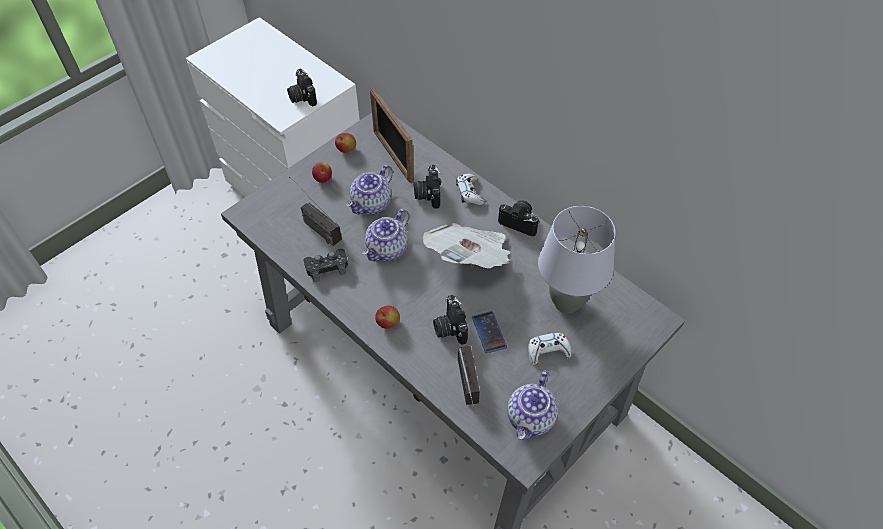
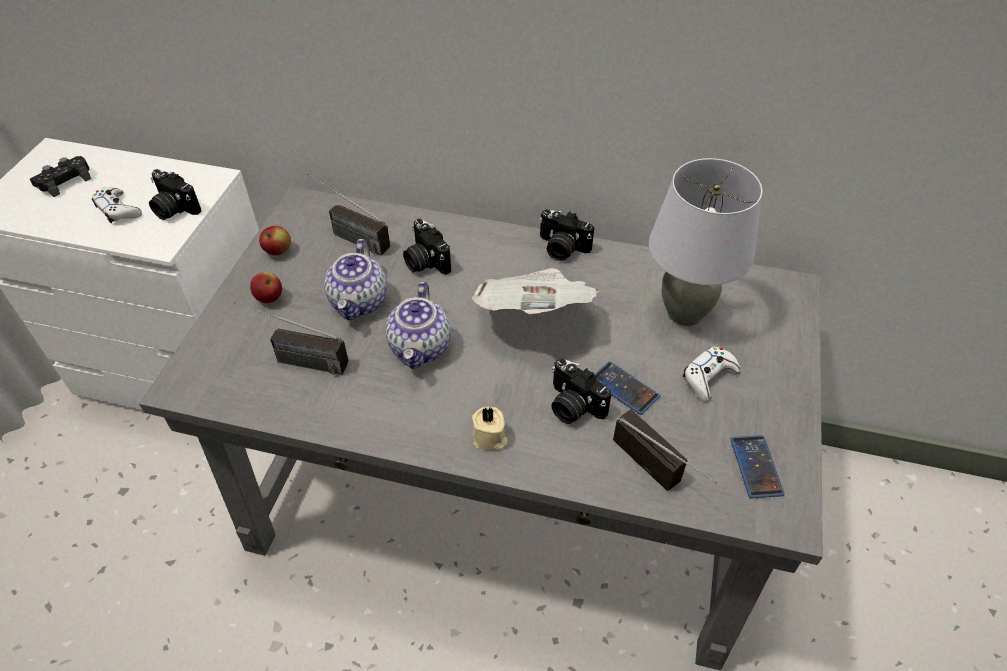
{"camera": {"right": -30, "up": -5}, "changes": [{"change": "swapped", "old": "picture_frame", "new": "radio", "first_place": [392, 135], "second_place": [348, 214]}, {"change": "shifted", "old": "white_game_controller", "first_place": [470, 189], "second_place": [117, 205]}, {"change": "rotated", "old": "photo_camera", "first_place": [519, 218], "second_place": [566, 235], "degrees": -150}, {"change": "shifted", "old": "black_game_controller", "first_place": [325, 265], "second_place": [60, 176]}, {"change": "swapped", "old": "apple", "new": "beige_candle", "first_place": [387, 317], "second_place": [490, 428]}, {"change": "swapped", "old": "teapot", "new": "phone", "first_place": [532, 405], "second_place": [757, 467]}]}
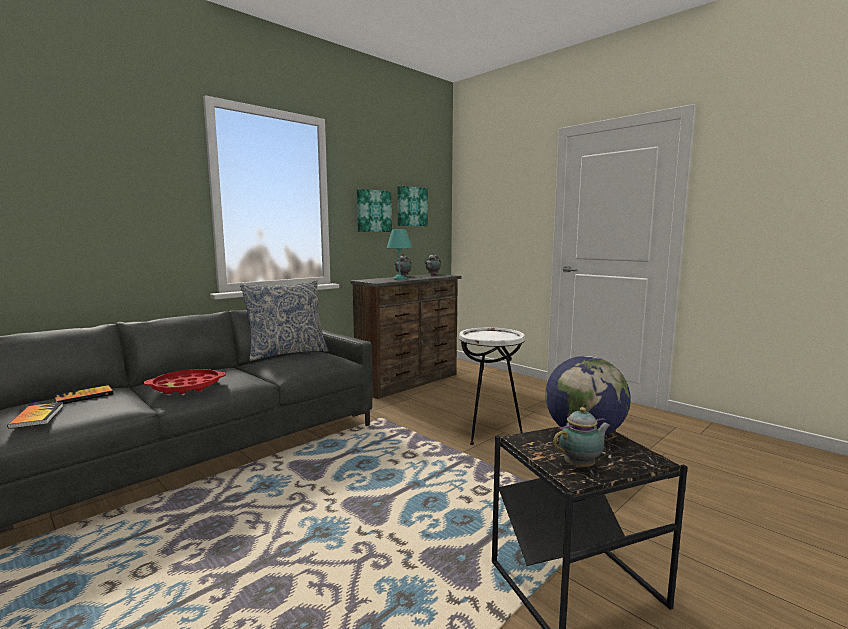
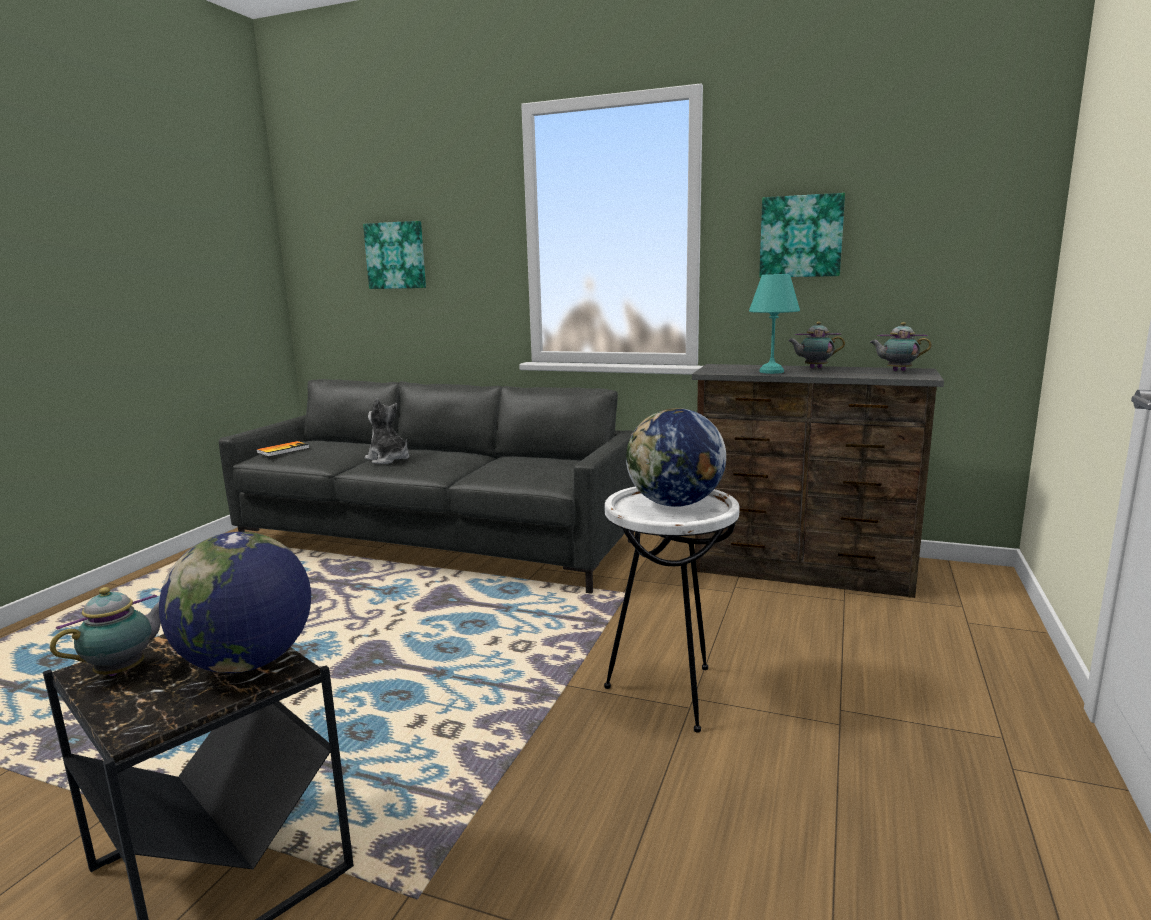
{"camera": {"right": 65, "up": 5}, "changes": [{"change": "shifted", "old": "picture", "first_place": [412, 206], "second_place": [394, 255]}, {"change": "gone", "old": "pillow", "first_place": [284, 320]}, {"change": "swapped", "old": "red_tray", "new": "plush_toy", "first_place": [185, 381], "second_place": [387, 431]}, {"change": "gone", "old": "book", "first_place": [83, 394]}, {"change": "rotated", "old": "teapot", "first_place": [582, 437], "second_place": [105, 631], "degrees": -90}, {"change": "new", "new": "globe", "second_place": [676, 457]}]}
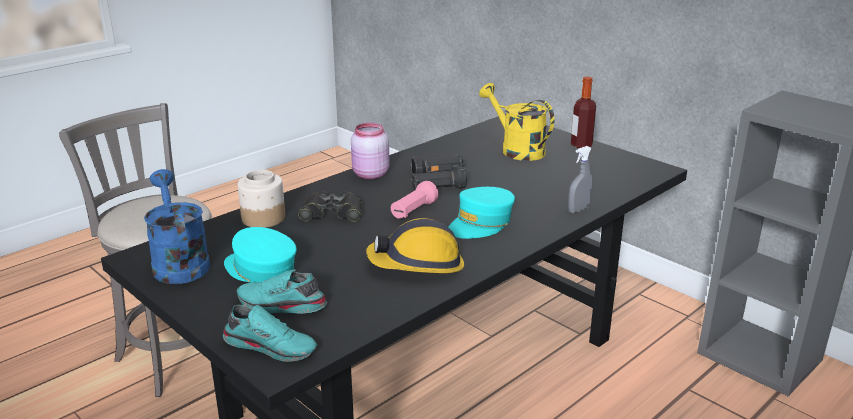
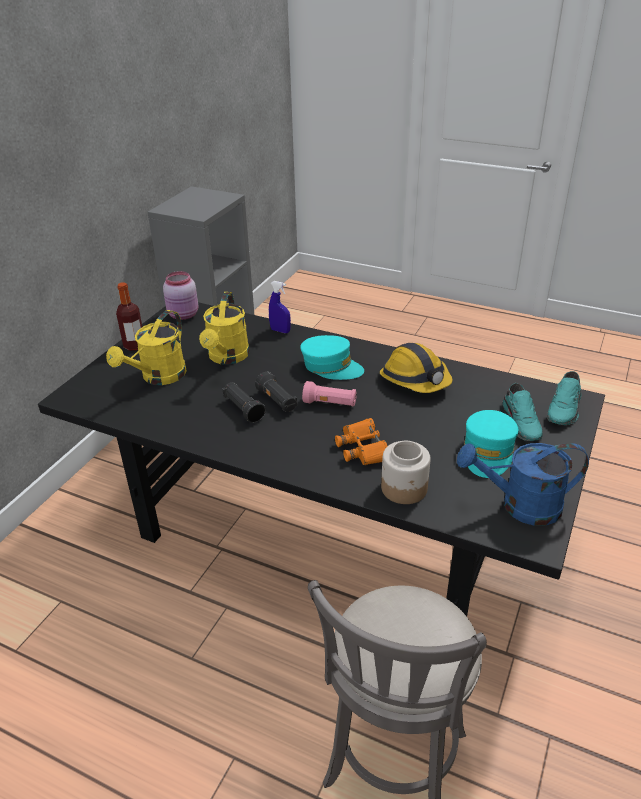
{"camera": {"right": -110, "up": 10}, "changes": [{"change": "shifted", "old": "pink_jar", "first_place": [370, 151], "second_place": [180, 295]}, {"change": "repainted", "old": "grey_spray_bottle", "new": "blue_spray_bottle", "first_place": [580, 179], "second_place": [280, 307]}, {"change": "rotated", "old": "blue_watering_can", "first_place": [177, 226], "second_place": [523, 484], "degrees": 45}, {"change": "repainted", "old": "black_binoculars", "new": "orange_binoculars", "first_place": [330, 206], "second_place": [361, 441]}, {"change": "rotated", "old": "turquoise_shoe", "first_place": [270, 333], "second_place": [564, 398], "degrees": -150}, {"change": "new", "new": "yellow_watering_can", "second_place": [224, 328]}]}
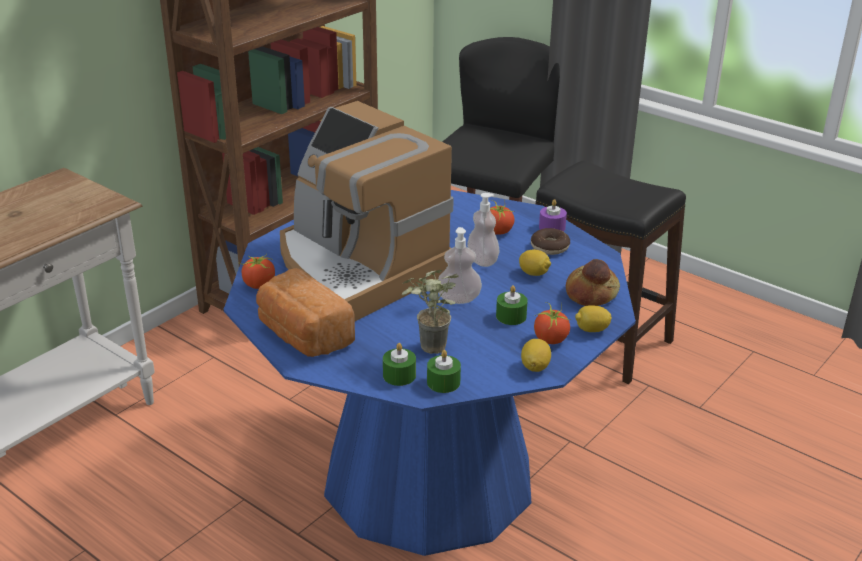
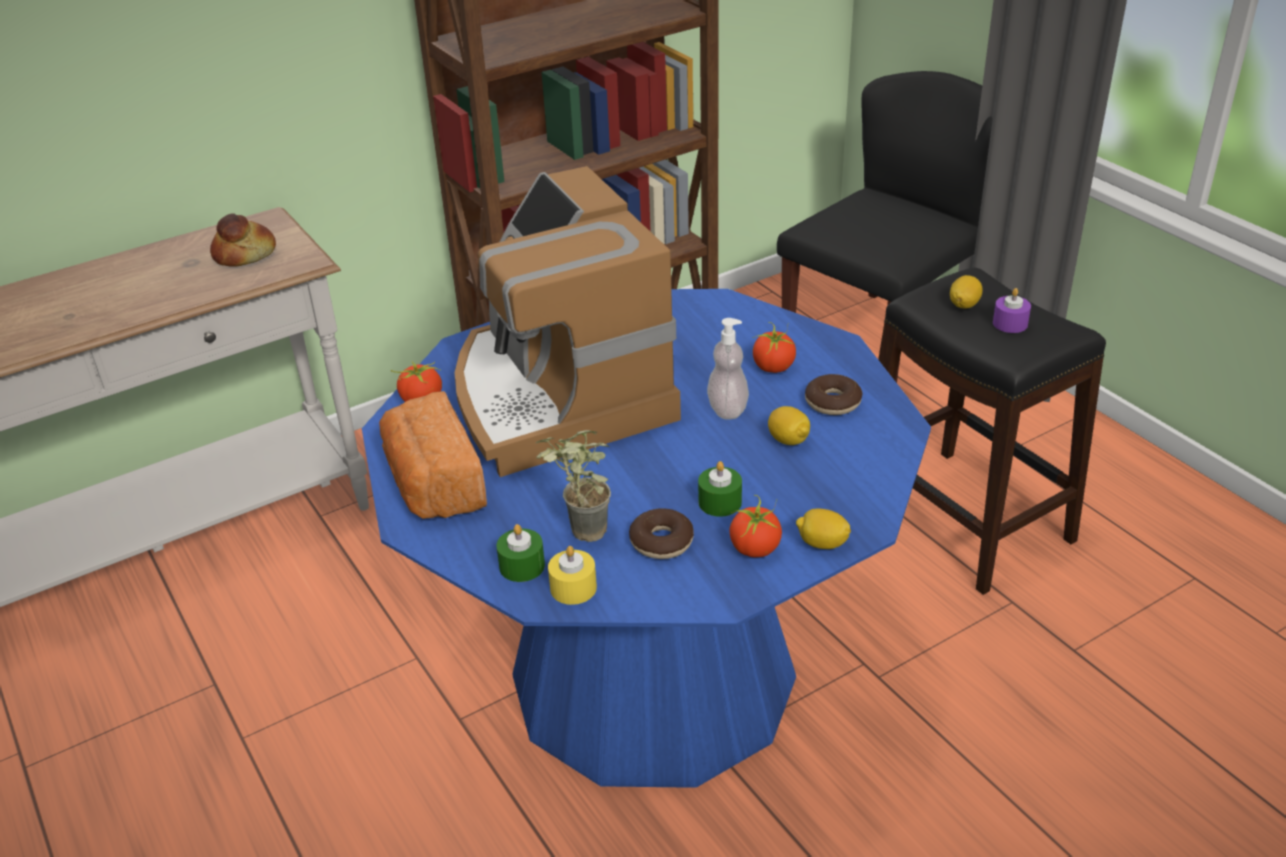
{"camera": {"right": 20, "up": 5}, "changes": [{"change": "shifted", "old": "purple_candle", "first_place": [553, 215], "second_place": [1012, 310]}, {"change": "gone", "old": "soap_dispenser", "first_place": [460, 265]}, {"change": "shifted", "old": "bread", "first_place": [593, 282], "second_place": [243, 239]}, {"change": "shifted", "old": "lemon", "first_place": [536, 355], "second_place": [966, 292]}, {"change": "repainted", "old": "green_candle", "new": "yellow_candle", "first_place": [444, 371], "second_place": [572, 575]}, {"change": "new", "new": "donut", "second_place": [661, 533]}]}
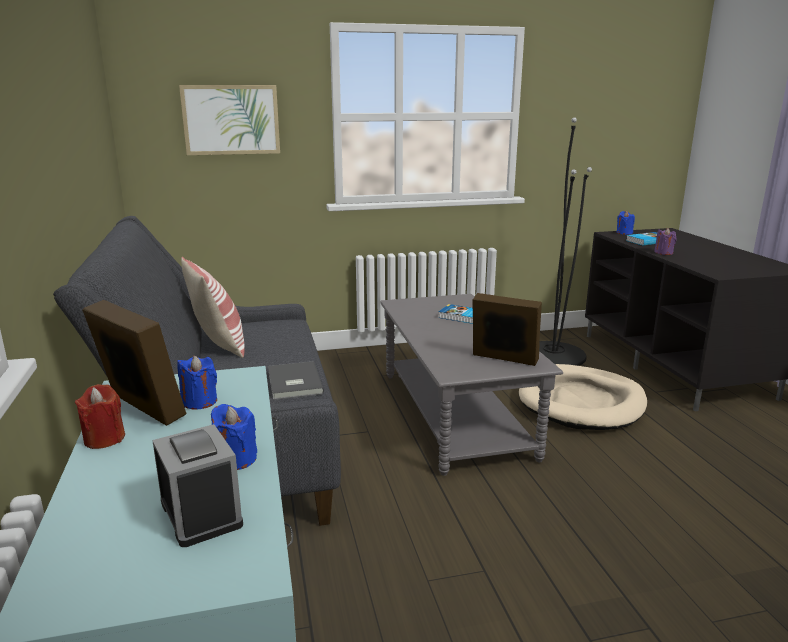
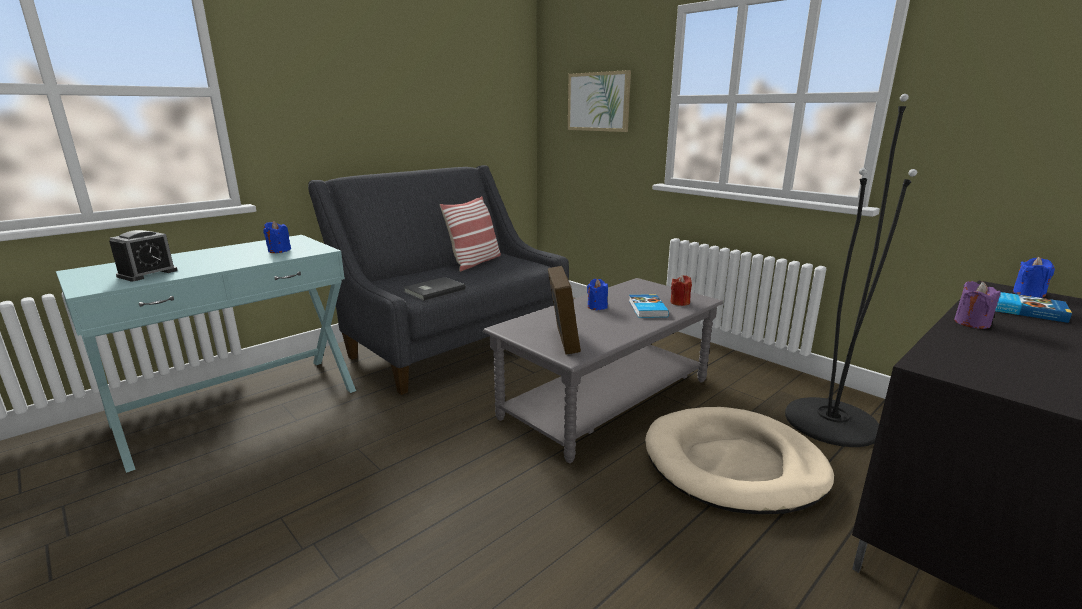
{"camera": {"right": 60, "up": 0}, "changes": [{"change": "gone", "old": "picture_frame", "first_place": [134, 363]}, {"change": "shifted", "old": "red_candle", "first_place": [100, 416], "second_place": [681, 290]}, {"change": "shifted", "old": "blue_candle", "first_place": [234, 437], "second_place": [597, 294]}]}
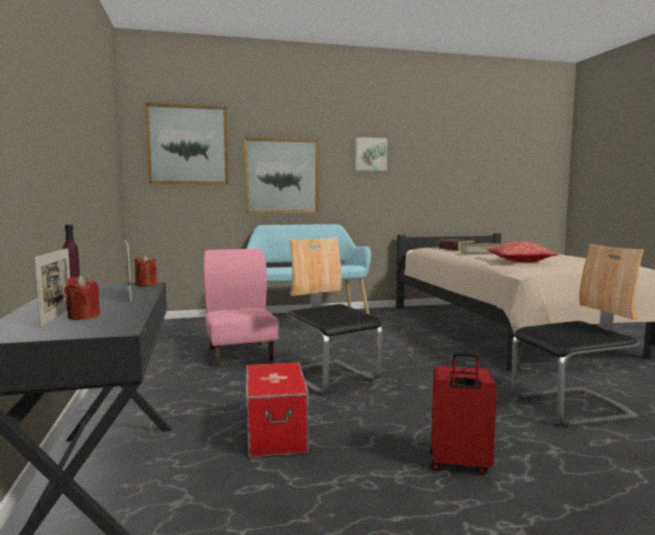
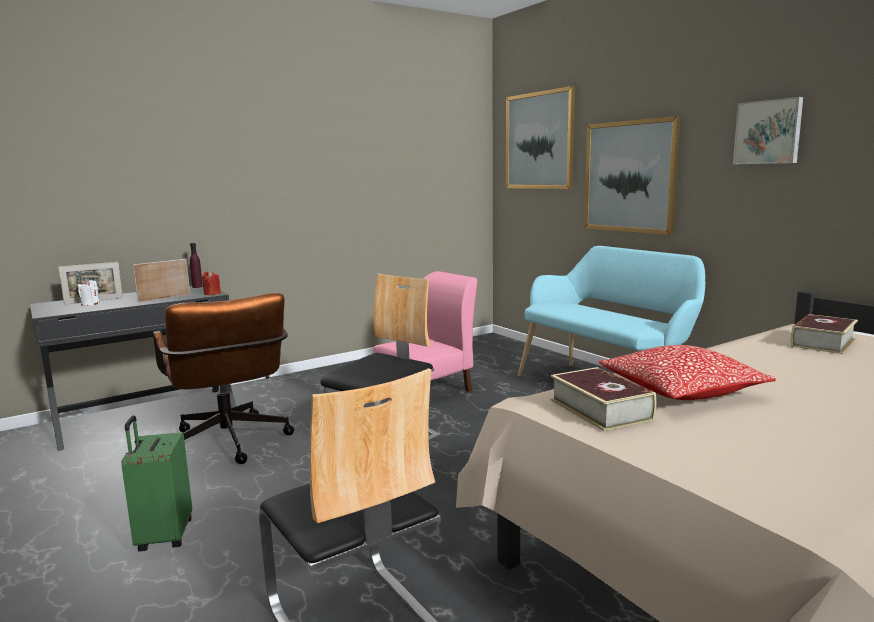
{"camera": {"right": 70, "up": 5}, "changes": [{"change": "shifted", "old": "book", "first_place": [480, 248], "second_place": [603, 399]}, {"change": "repainted", "old": "red_candle", "new": "white_candle", "first_place": [82, 297], "second_place": [89, 293]}, {"change": "repainted", "old": "red_suitcase", "new": "green_suitcase", "first_place": [463, 413], "second_place": [156, 483]}, {"change": "swapped", "old": "storage_box", "new": "brown_office_chair", "first_place": [277, 410], "second_place": [224, 378]}]}
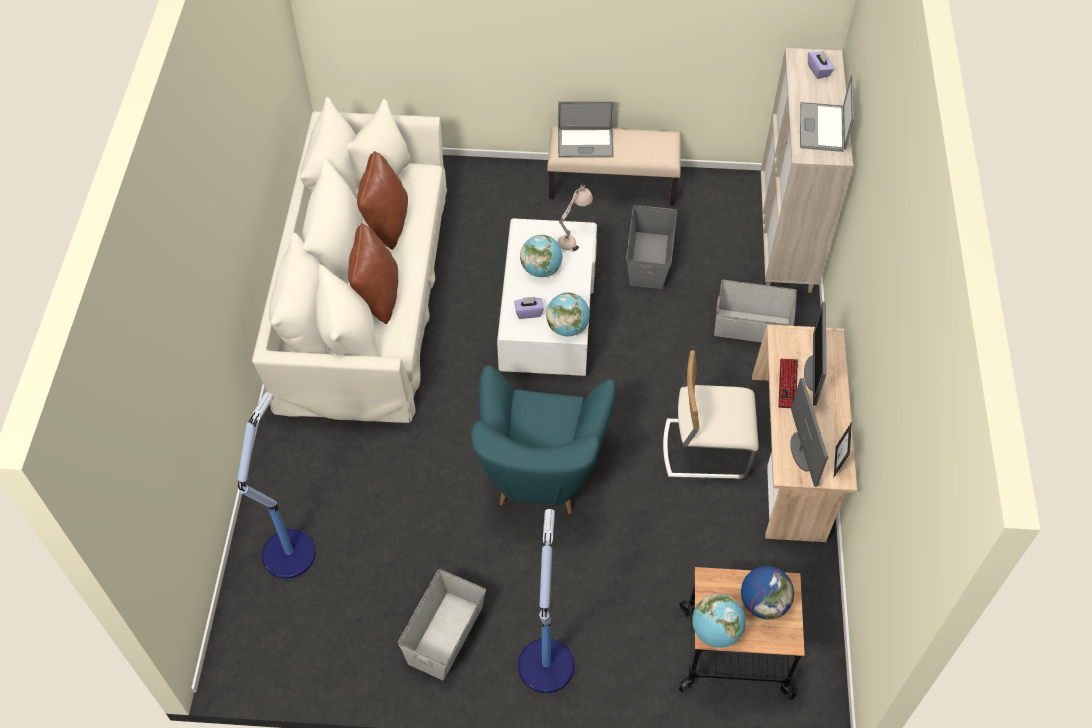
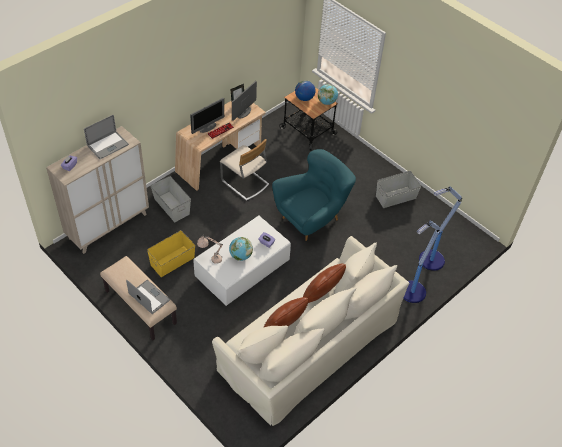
{"camera": {"right": -140, "up": -5}, "changes": [{"change": "repainted", "old": "grey_storage_box", "new": "yellow_storage_box", "first_place": [651, 247], "second_place": [171, 253]}, {"change": "gone", "old": "globe", "first_place": [568, 314]}, {"change": "shifted", "old": "floor_lamp", "first_place": [546, 601], "second_place": [421, 261]}]}
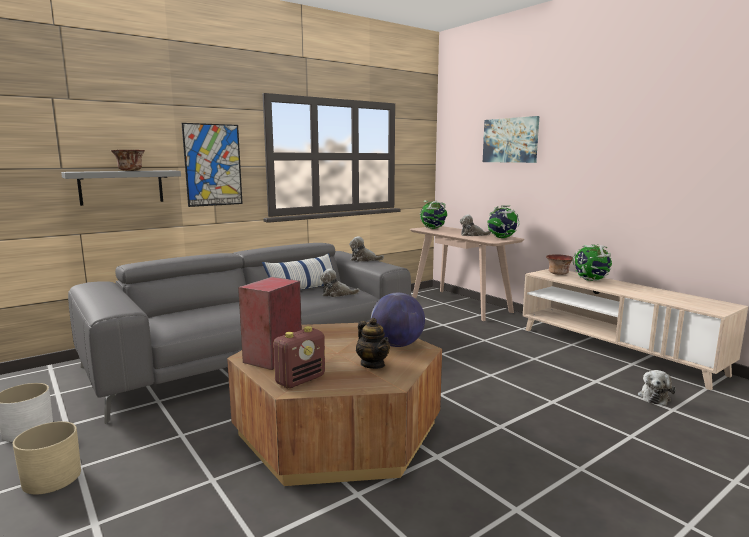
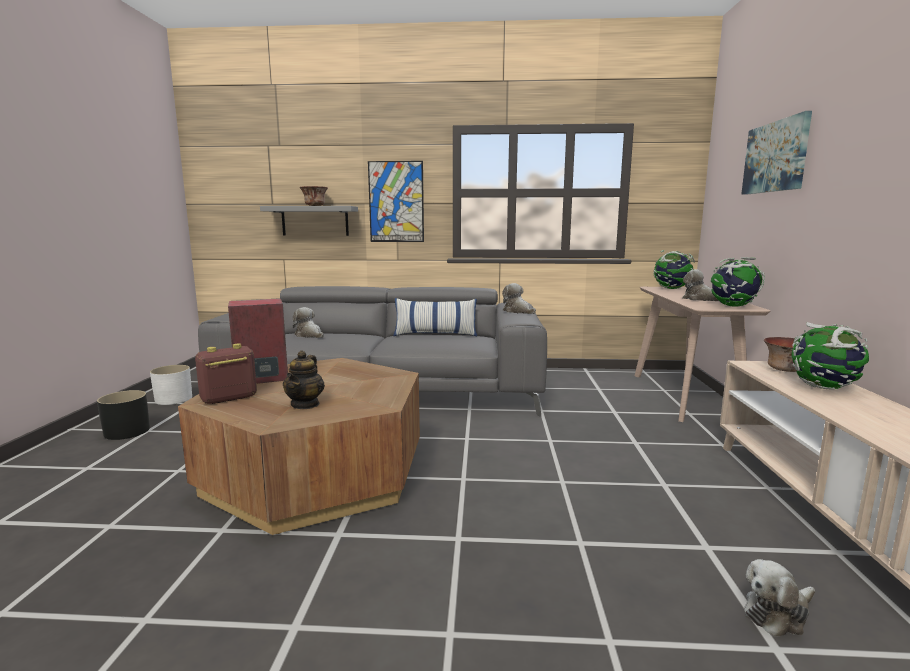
{"camera": {"right": 40, "up": 0}, "changes": [{"change": "shifted", "old": "plush_toy", "first_place": [340, 283], "second_place": [308, 322]}, {"change": "gone", "old": "globe", "first_place": [398, 320]}, {"change": "rotated", "old": "radio", "first_place": [299, 357], "second_place": [226, 373], "degrees": 150}, {"change": "repainted", "old": "beige_planter", "new": "black_planter", "first_place": [47, 457], "second_place": [123, 415]}]}
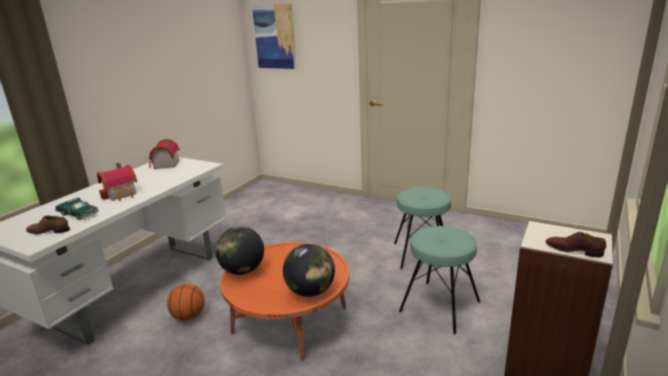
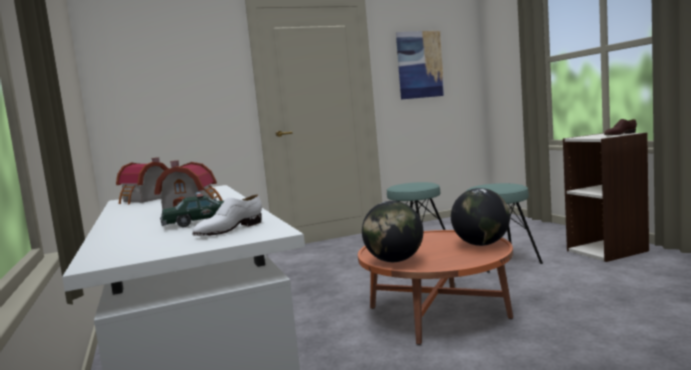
{"camera": {"right": -50, "up": -15}, "changes": [{"change": "shifted", "old": "picture", "first_place": [274, 36], "second_place": [420, 65]}, {"change": "repainted", "old": "brown_shoe", "new": "white_shoe", "first_place": [48, 225], "second_place": [227, 215]}, {"change": "gone", "old": "basketball", "first_place": [186, 302]}]}
